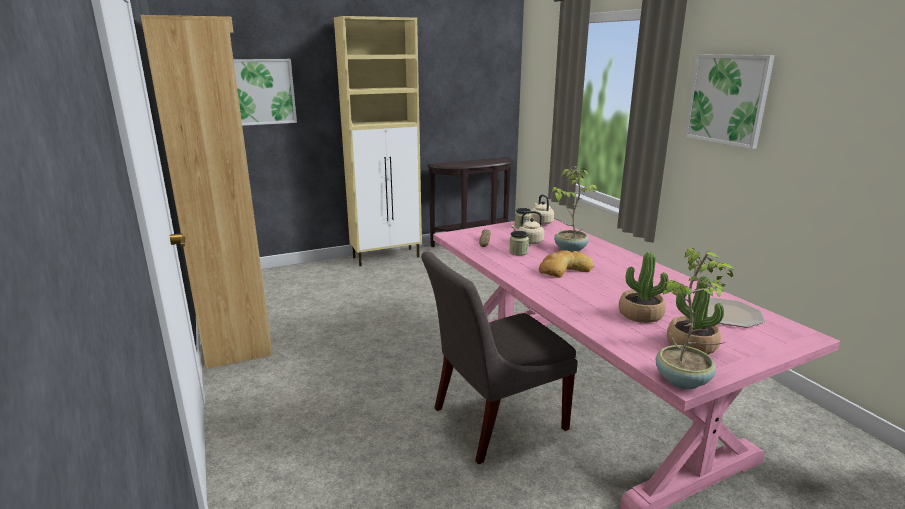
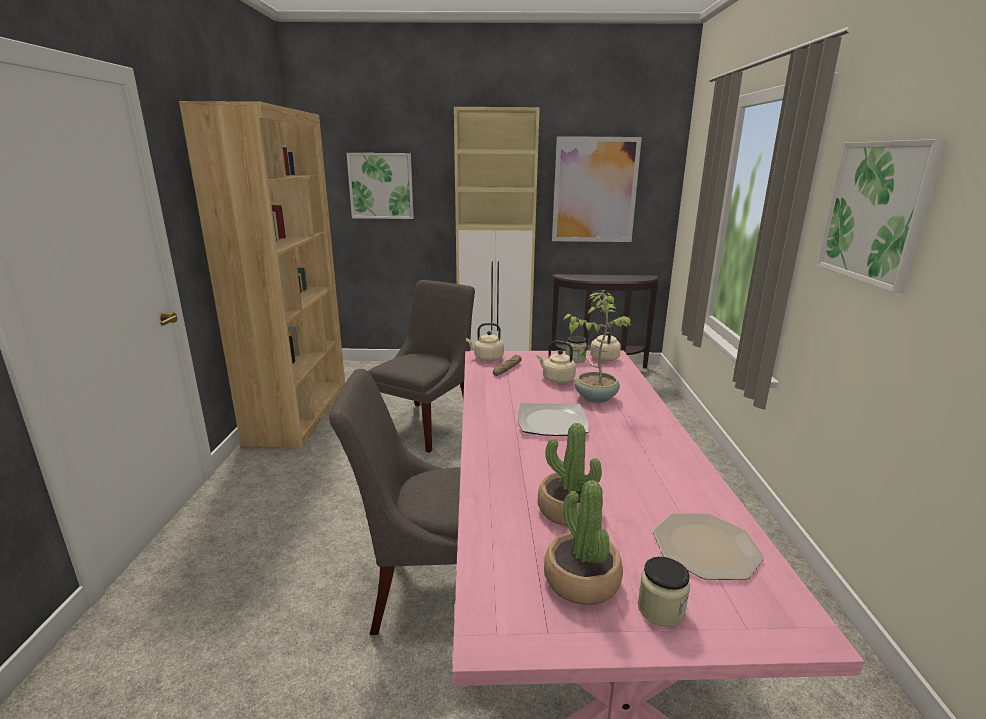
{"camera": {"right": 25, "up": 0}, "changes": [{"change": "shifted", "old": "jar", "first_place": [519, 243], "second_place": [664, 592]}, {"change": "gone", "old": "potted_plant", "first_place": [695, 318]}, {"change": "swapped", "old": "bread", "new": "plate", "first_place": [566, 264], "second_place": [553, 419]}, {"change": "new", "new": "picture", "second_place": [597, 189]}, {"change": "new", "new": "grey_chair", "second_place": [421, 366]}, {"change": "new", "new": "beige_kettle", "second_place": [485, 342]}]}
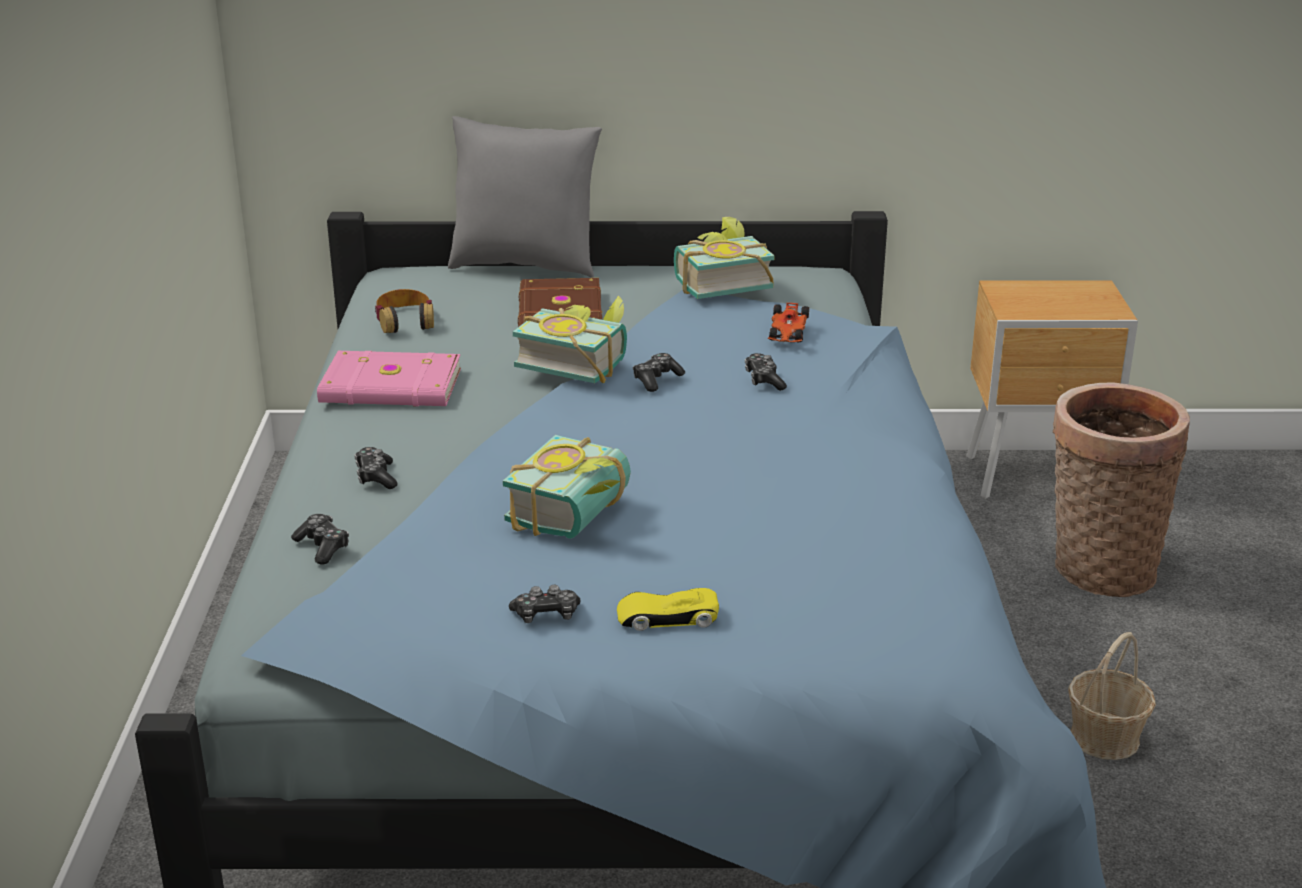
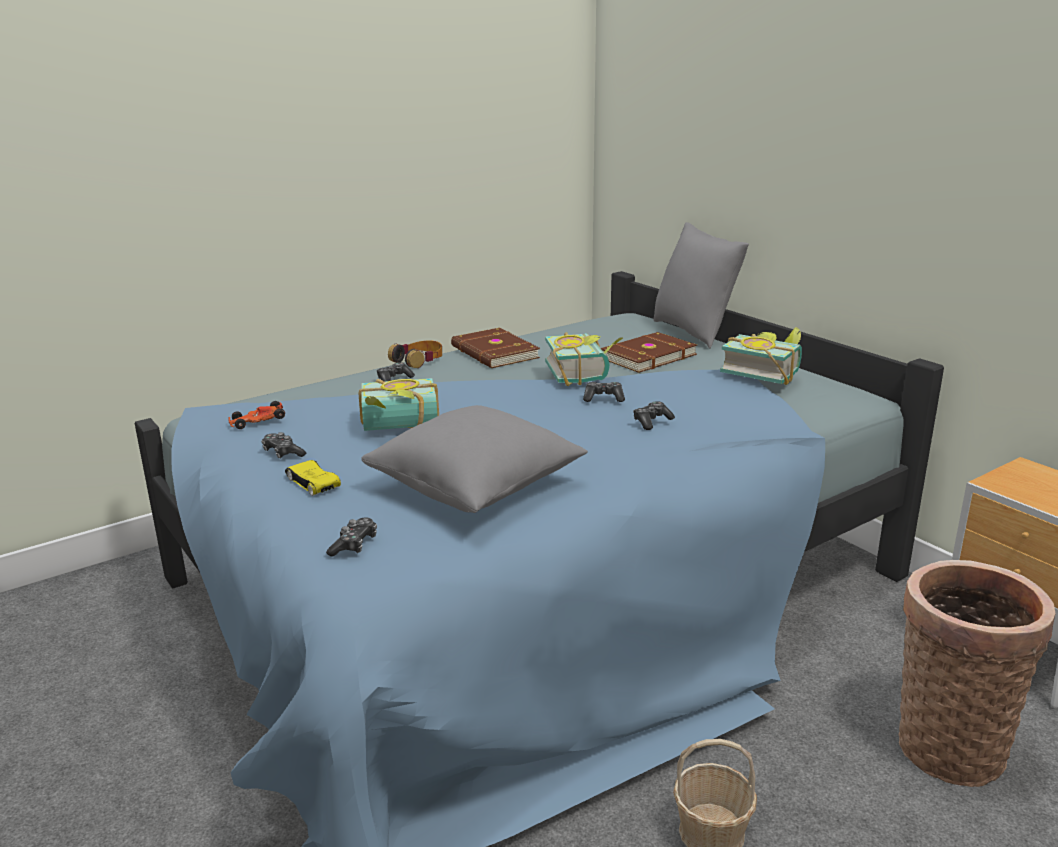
{"camera": {"right": 55, "up": -5}, "changes": [{"change": "shifted", "old": "headphones", "first_place": [404, 311], "second_place": [415, 354]}, {"change": "shifted", "old": "toy_car", "first_place": [788, 322], "second_place": [256, 415]}, {"change": "repainted", "old": "pink_book", "new": "brown_book", "first_place": [389, 379], "second_place": [495, 348]}, {"change": "shifted", "old": "game_controller", "first_place": [320, 539], "second_place": [351, 537]}, {"change": "new", "new": "grey_pillow", "second_place": [474, 459]}]}
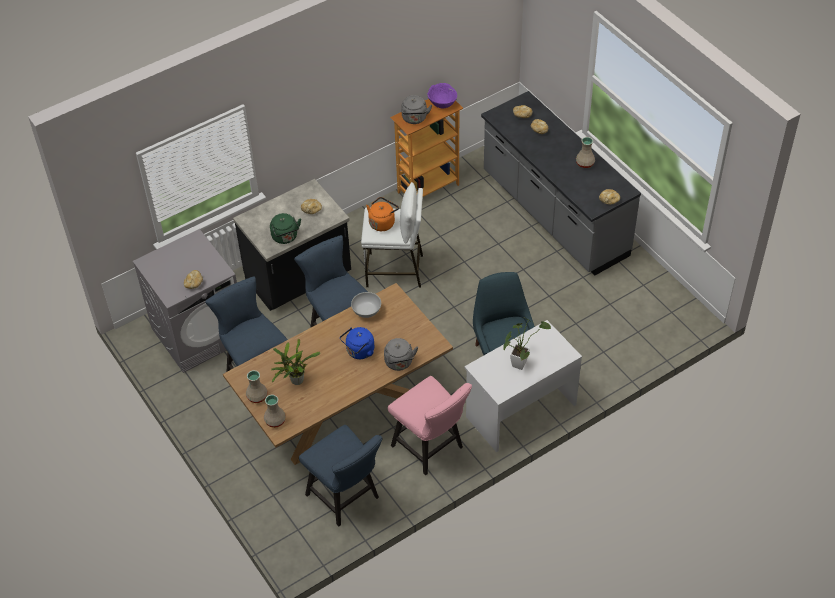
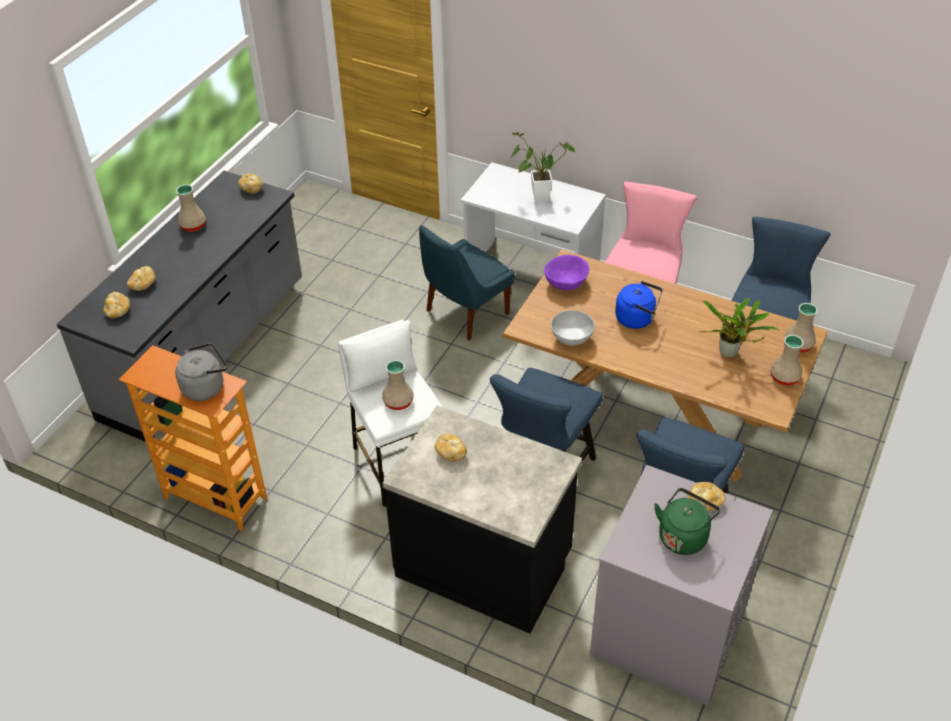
{"camera": {"right": -120, "up": -5}, "changes": [{"change": "shifted", "old": "purple_bowl", "first_place": [442, 95], "second_place": [567, 272]}, {"change": "swapped", "old": "orange_kettle", "new": "beige_vase", "first_place": [382, 214], "second_place": [398, 385]}, {"change": "shifted", "old": "green_kettle", "first_place": [285, 228], "second_place": [687, 521]}, {"change": "gone", "old": "grey_kettle", "first_place": [401, 354]}]}
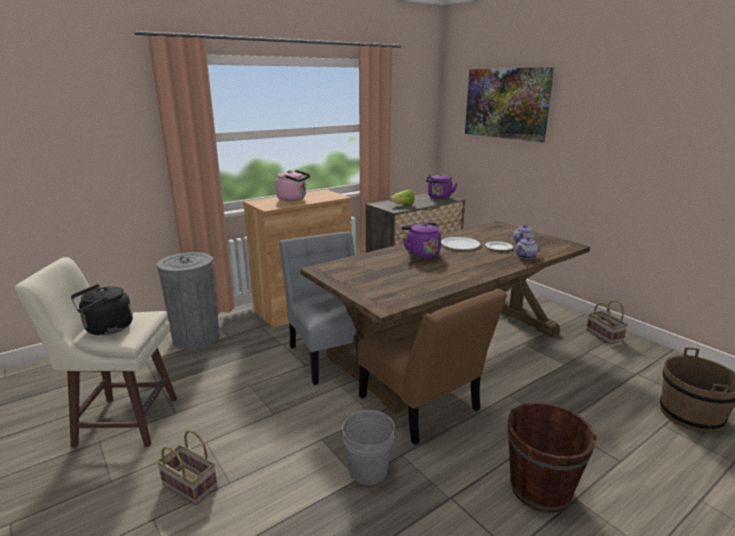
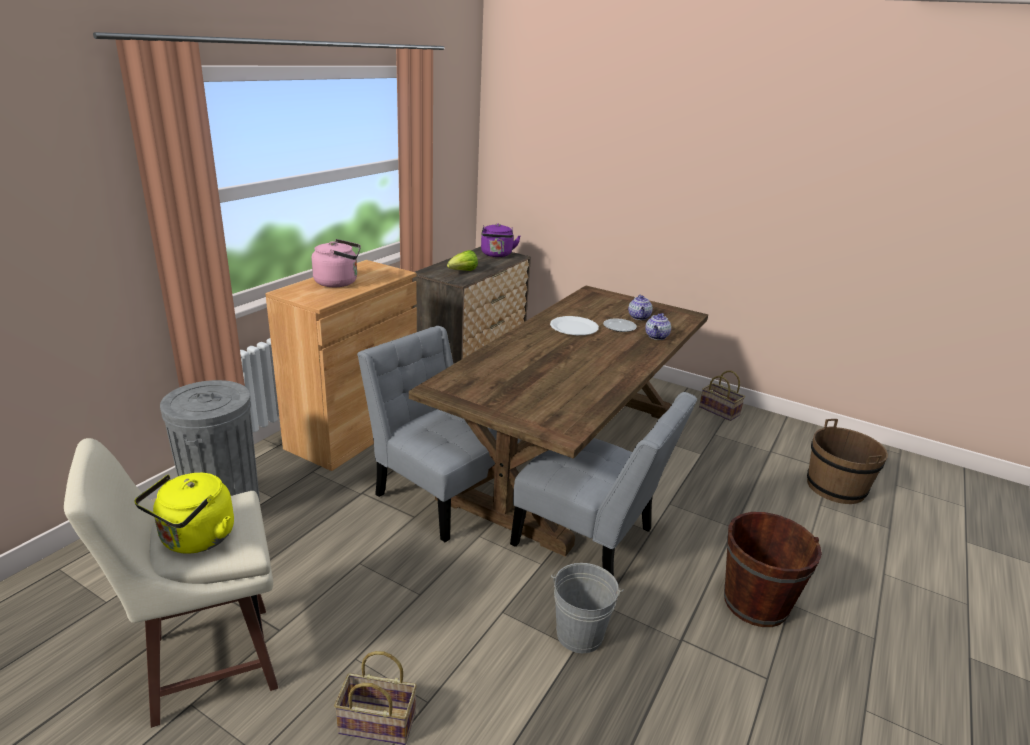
{"camera": {"right": -25, "up": 5}, "changes": [{"change": "gone", "old": "picture", "first_place": [509, 104]}, {"change": "gone", "old": "purple_kettle", "first_place": [421, 240]}, {"change": "repainted", "old": "black_kettle", "new": "yellow_kettle", "first_place": [102, 309], "second_place": [184, 513]}, {"change": "repainted", "old": "brown_chair", "new": "grey_chair", "first_place": [432, 367], "second_place": [603, 484]}]}
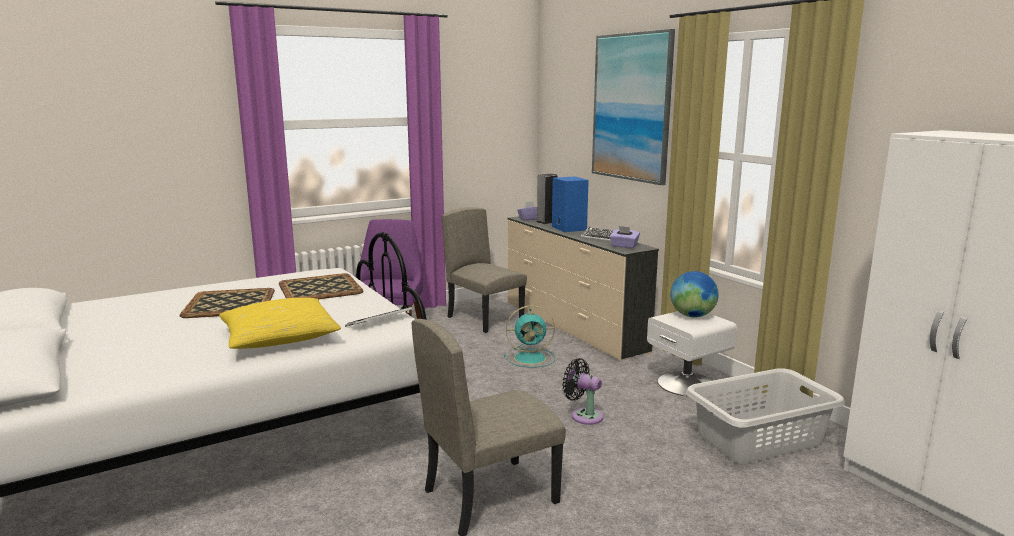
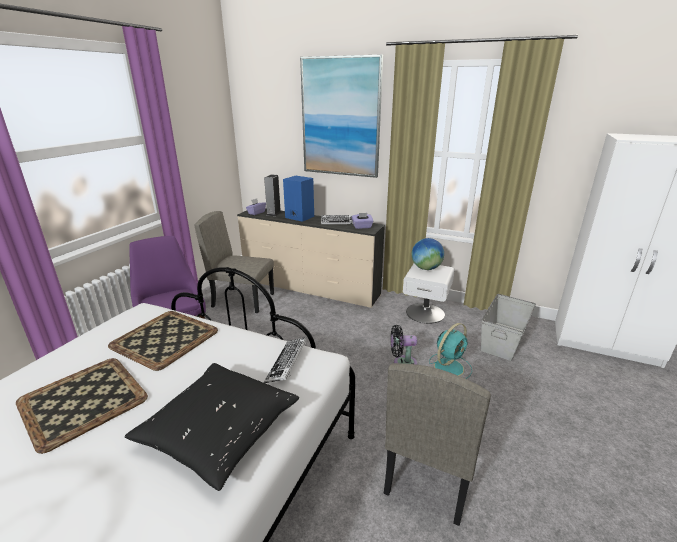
{"camera": {"right": -35, "up": 10}, "changes": [{"change": "repainted", "old": "yellow_pillow", "new": "black_pillow", "first_place": [280, 323], "second_place": [211, 427]}, {"change": "shifted", "old": "turquoise_fan", "first_place": [529, 336], "second_place": [450, 351]}, {"change": "swapped", "old": "grey_laundry_basket", "new": "grey_storage_box", "first_place": [765, 416], "second_place": [508, 327]}]}
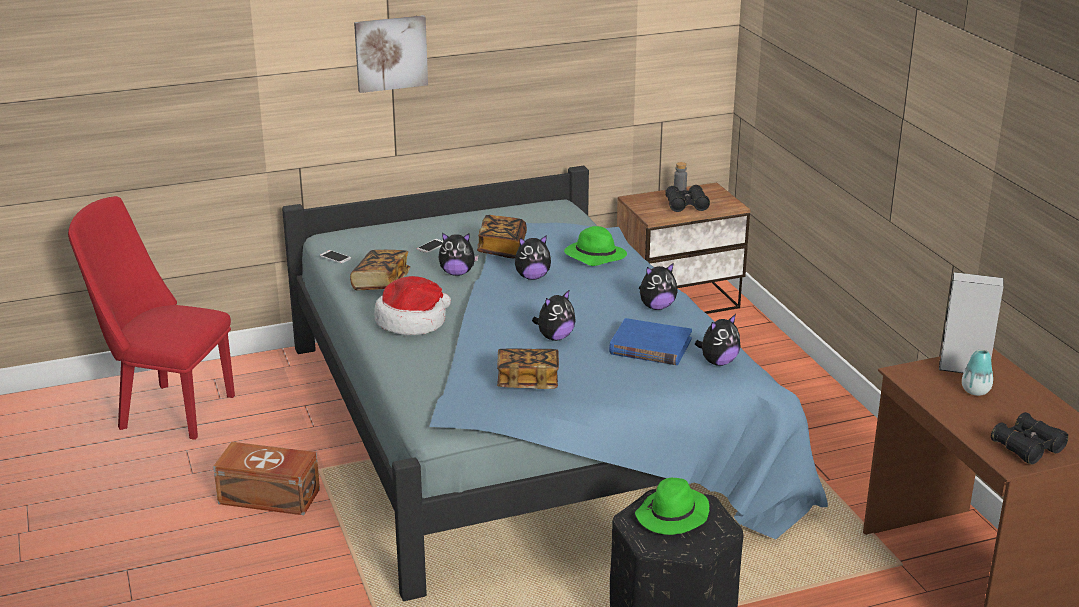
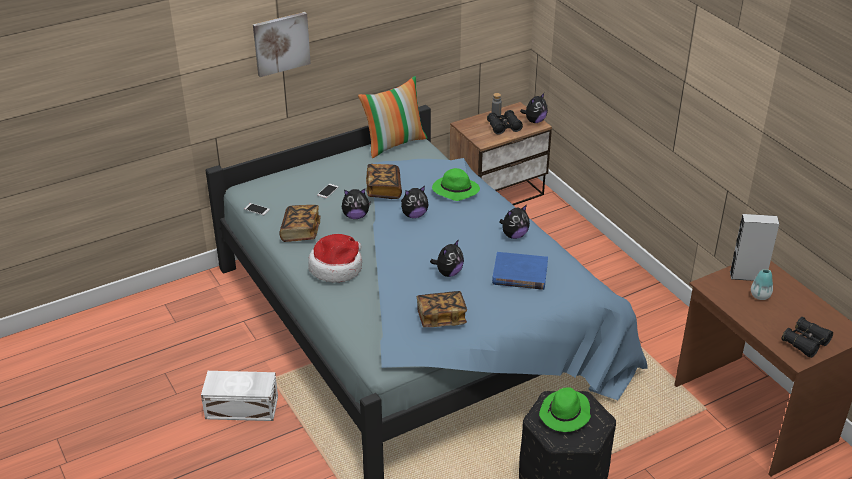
{"camera": {"right": -10, "up": 10}, "changes": [{"change": "gone", "old": "red_chair", "first_place": [151, 318]}, {"change": "shifted", "old": "plush_toy", "first_place": [718, 340], "second_place": [534, 108]}, {"change": "repainted", "old": "brown_storage_box", "new": "white_storage_box", "first_place": [266, 478], "second_place": [239, 396]}, {"change": "new", "new": "pillow", "second_place": [392, 117]}]}
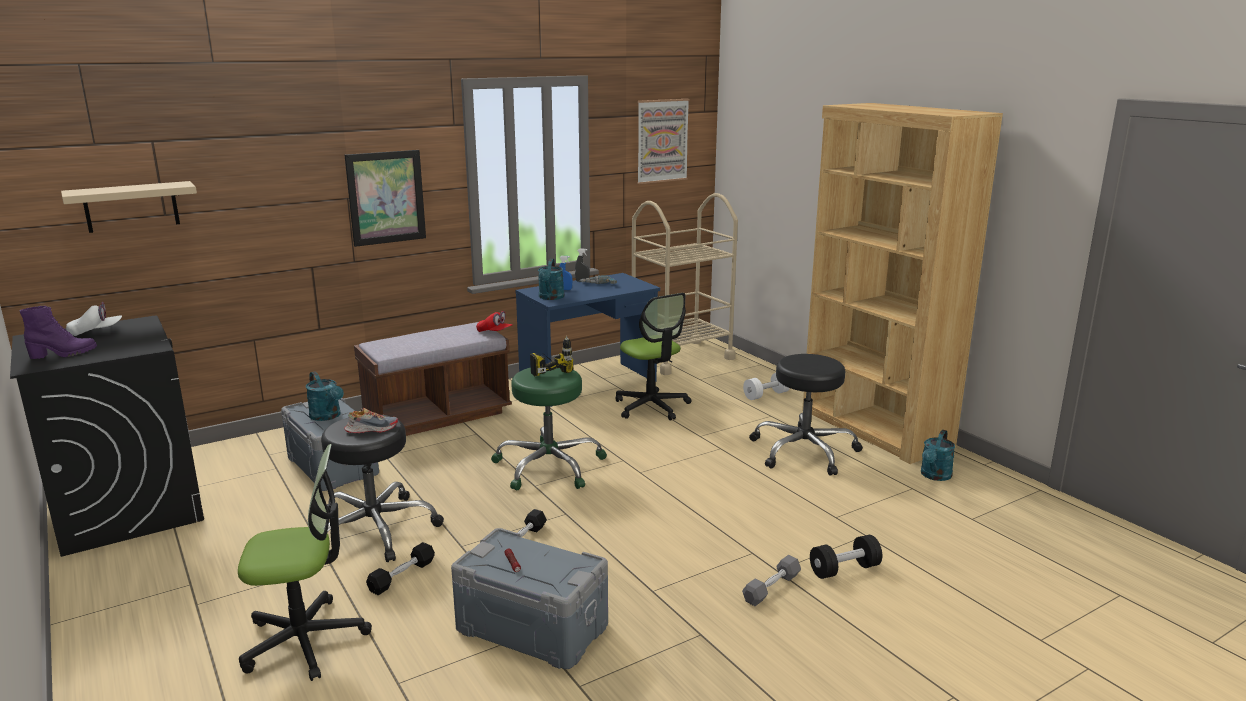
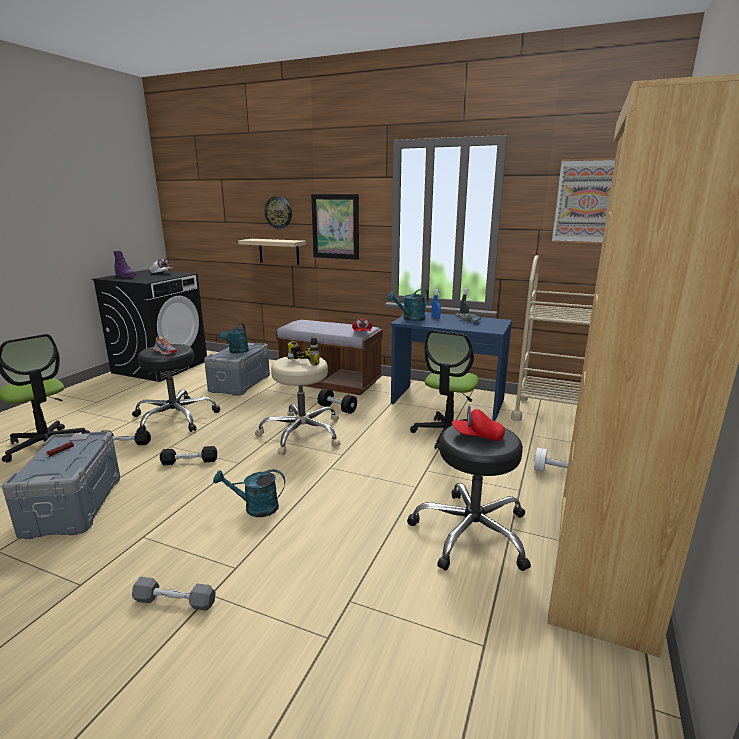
{"camera": {"right": 55, "up": 0}, "changes": [{"change": "shifted", "old": "beige_shelf", "first_place": [129, 207], "second_place": [272, 252]}, {"change": "repainted", "old": "green_stool", "new": "beige_stool", "first_place": [549, 429], "second_place": [298, 406]}, {"change": "shifted", "old": "turquoise_watering_can", "first_place": [938, 455], "second_place": [249, 493]}, {"change": "shifted", "old": "black_dumbbell", "first_place": [846, 557], "second_place": [337, 401]}, {"change": "new", "new": "wall_clock", "second_place": [278, 212]}, {"change": "new", "new": "red_cap", "second_place": [478, 423]}]}
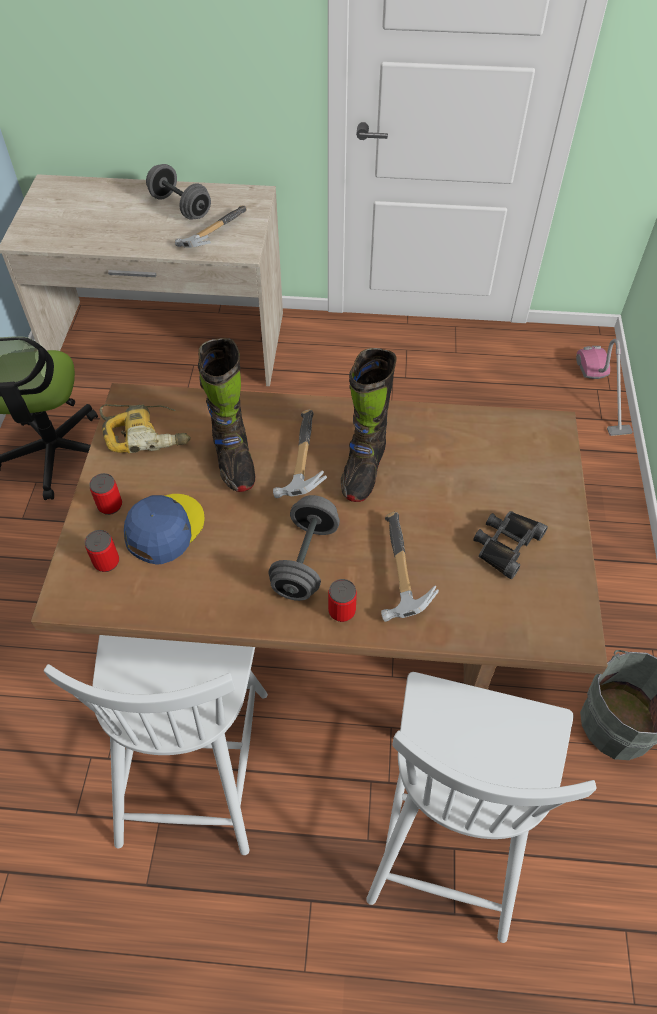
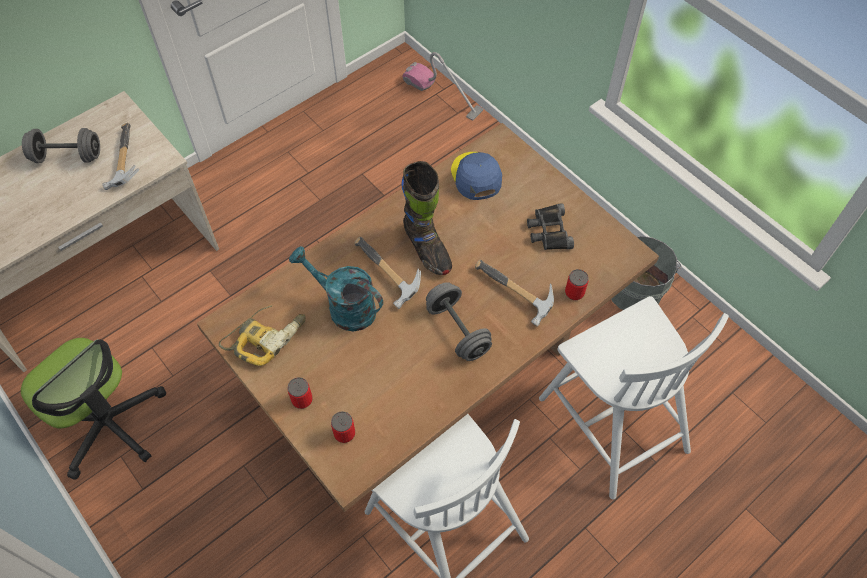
{"camera": {"right": -45, "up": 5}, "changes": [{"change": "swapped", "old": "black_boot", "new": "turquoise_watering_can", "first_place": [226, 415], "second_place": [336, 288]}, {"change": "shifted", "old": "blue_cap", "first_place": [164, 529], "second_place": [476, 176]}, {"change": "shifted", "old": "can", "first_place": [342, 600], "second_place": [577, 284]}]}
